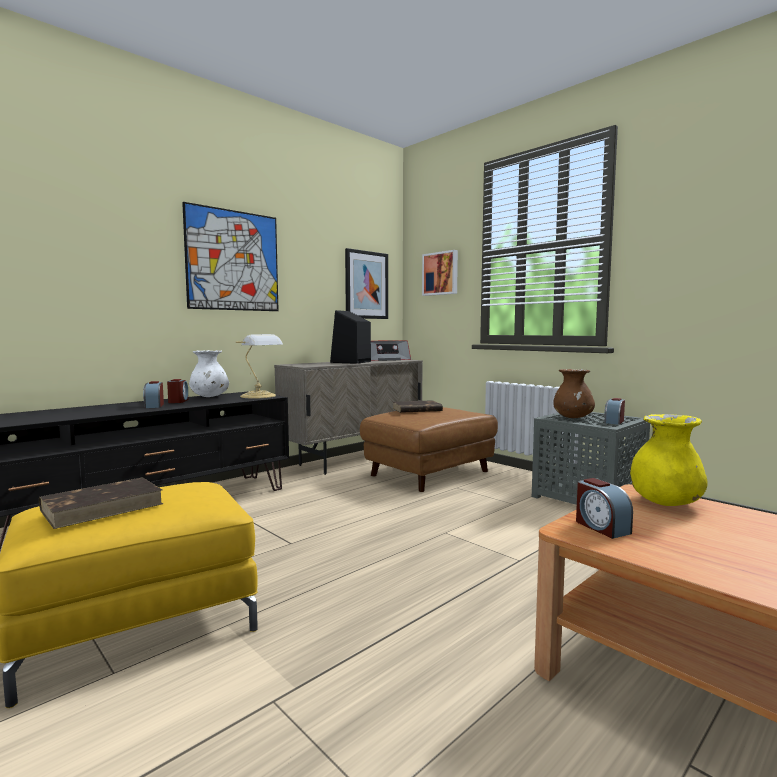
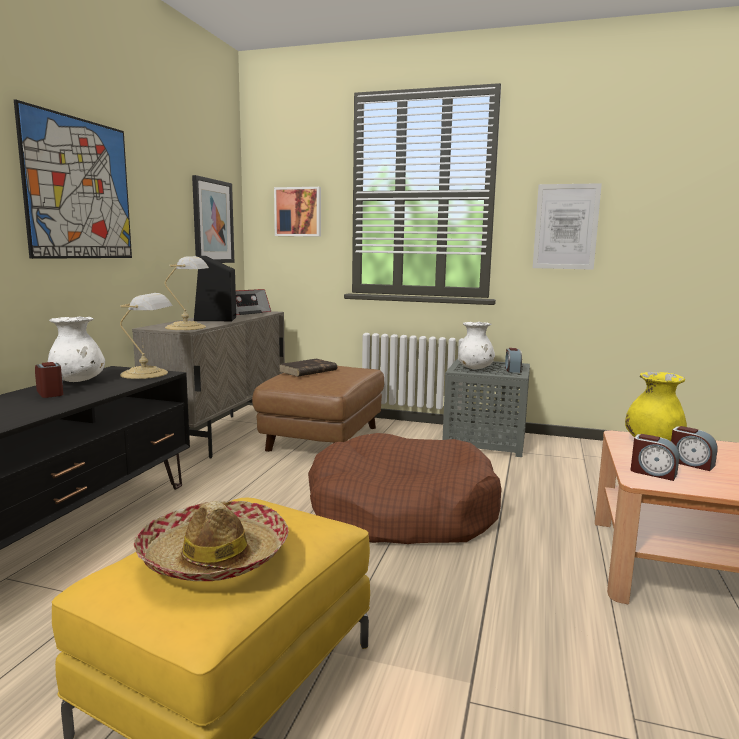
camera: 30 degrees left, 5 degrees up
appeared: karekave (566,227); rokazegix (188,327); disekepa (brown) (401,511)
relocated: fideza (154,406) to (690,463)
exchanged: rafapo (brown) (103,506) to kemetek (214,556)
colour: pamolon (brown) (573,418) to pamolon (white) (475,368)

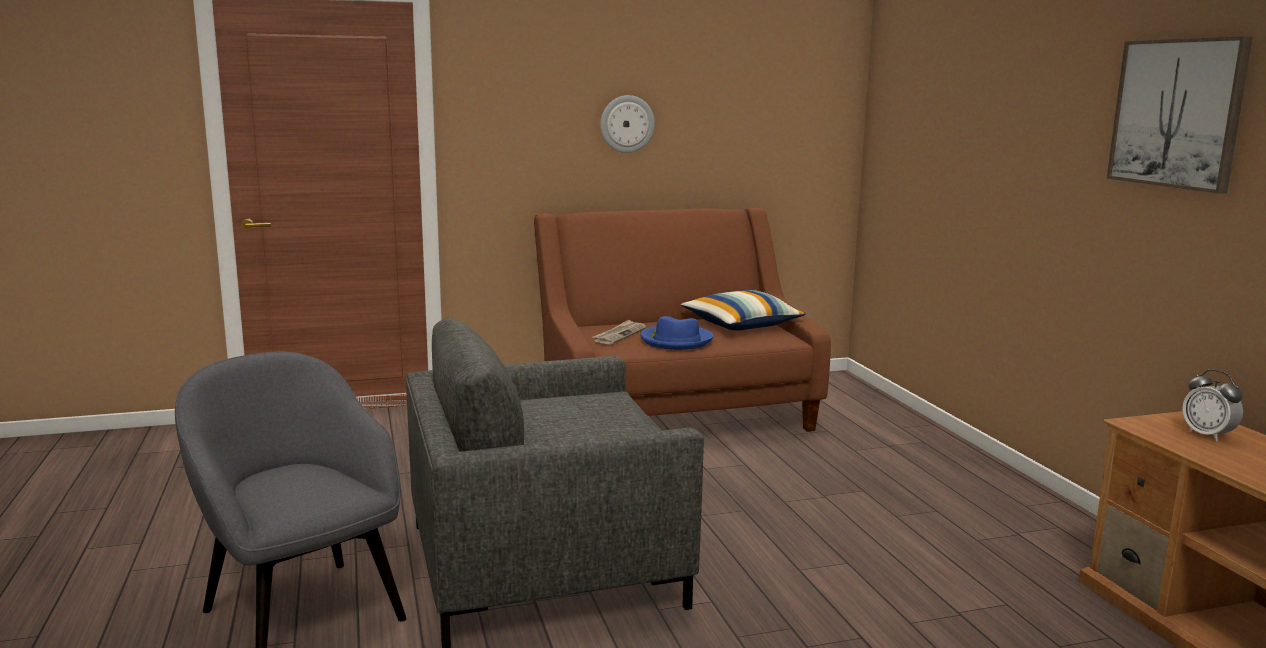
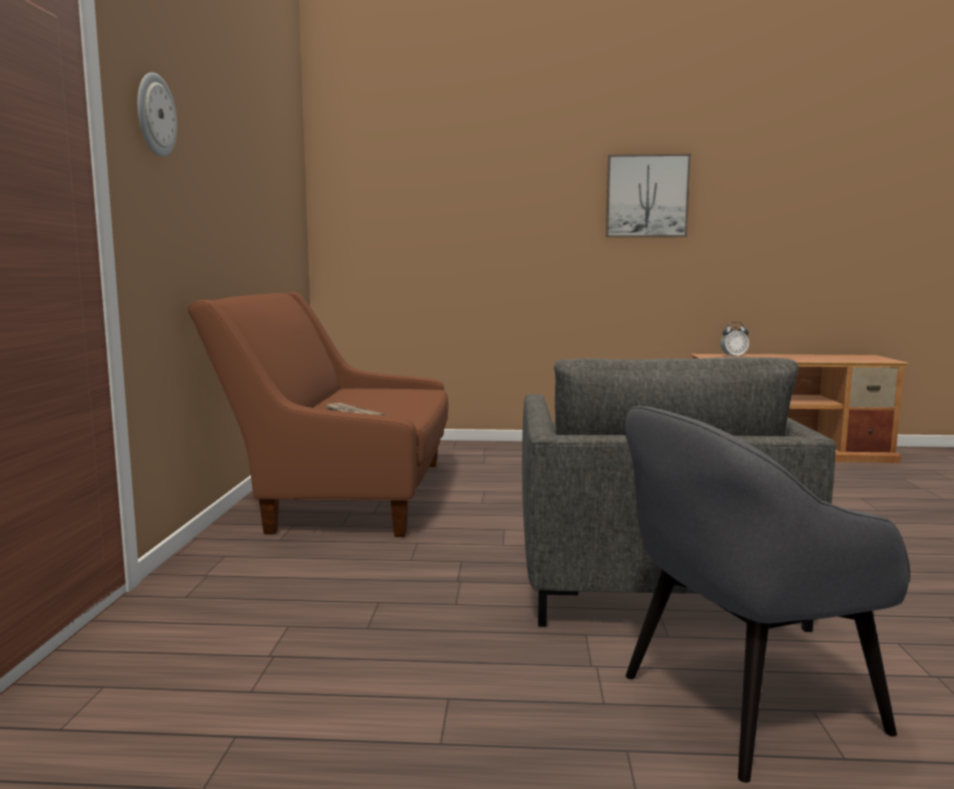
camera: 70 degrees left, 5 degrees down
missing: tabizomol (741,325); kemetek (blue) (676,340)
relocated: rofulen (627,124) to (155,115)

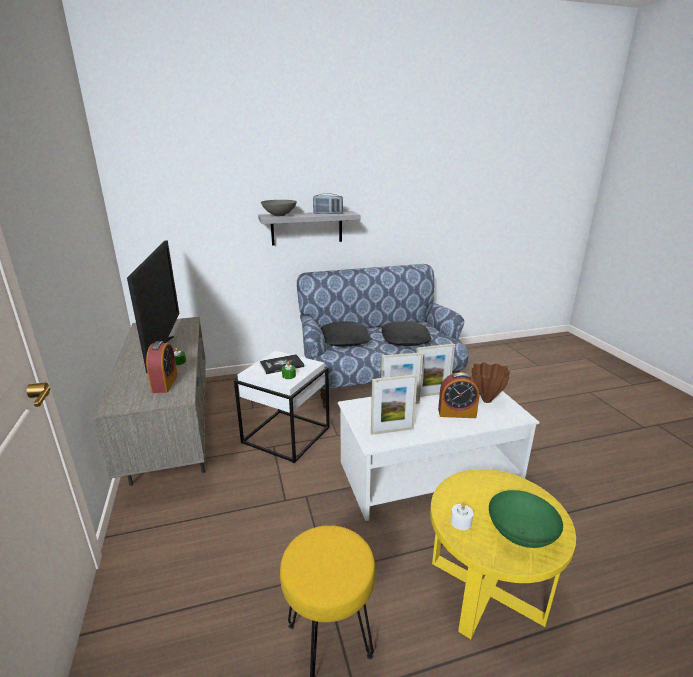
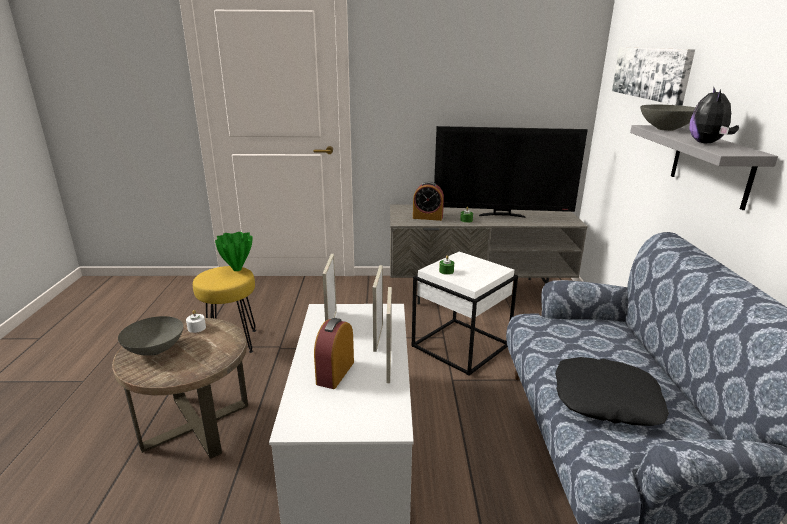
camera: 105 degrees right, 0 degrees up
missing: tabizomol (black) (345,339); rafapo (281,365); pamolon (brown) (486,401)
appeared: karekave (650,73); pamolon (green) (238,269)
exchanged: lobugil (328,213) to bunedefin (707,143)
colour: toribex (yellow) (486,588) to toribex (brown) (196,425); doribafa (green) (519,534) to doribafa (grey) (156,350)

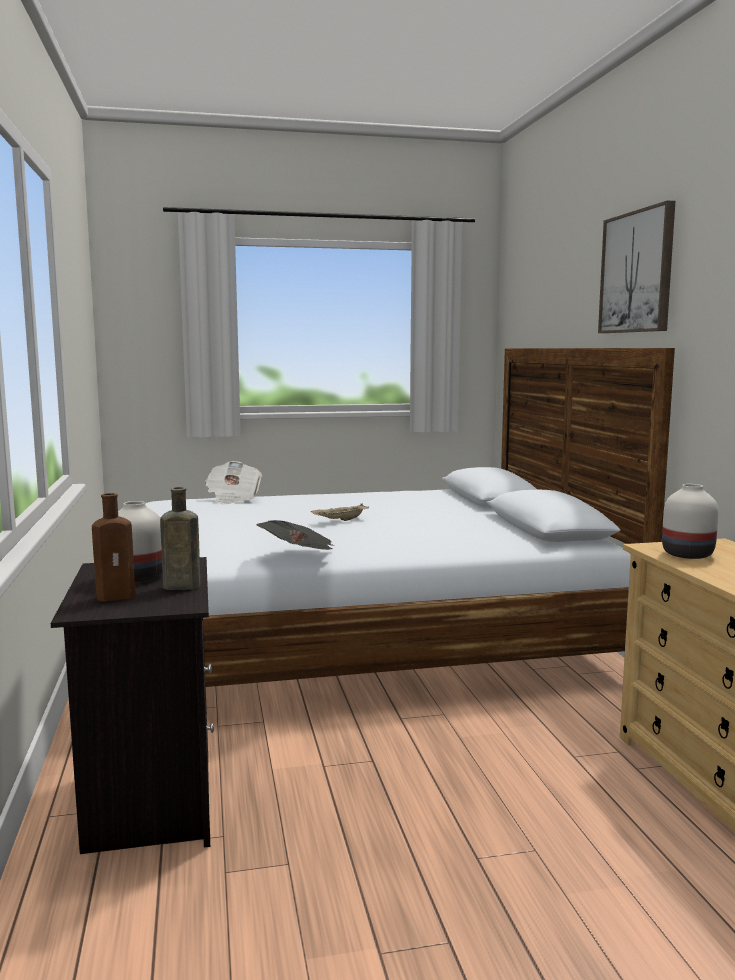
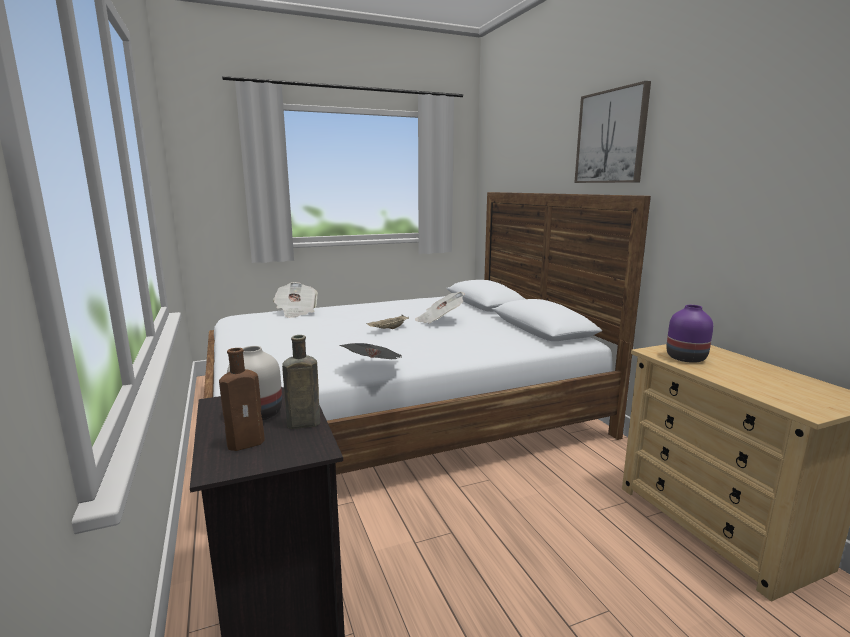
camera: 10 degrees left, 5 degrees up
appeared: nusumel (439,320)
colour: pamolon (white) (686,554) to pamolon (purple) (685,358)

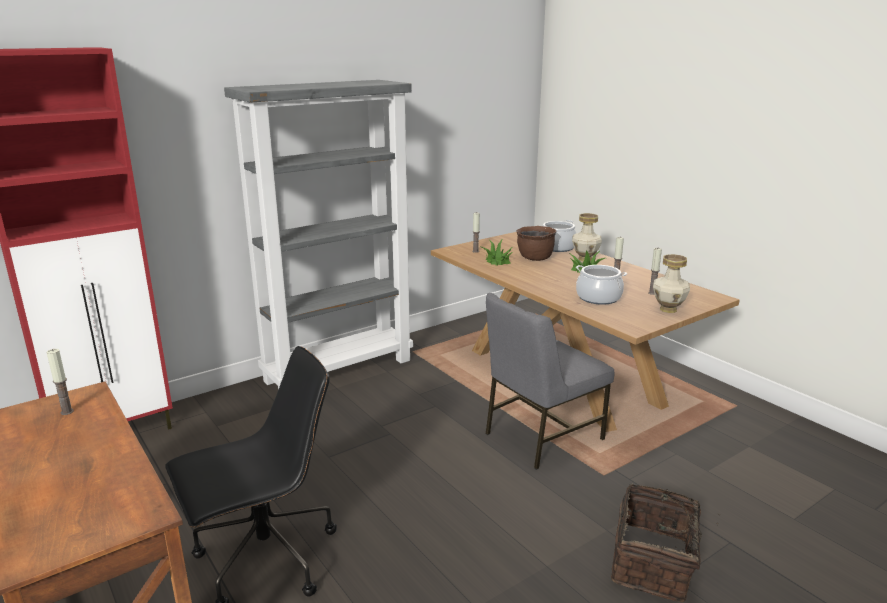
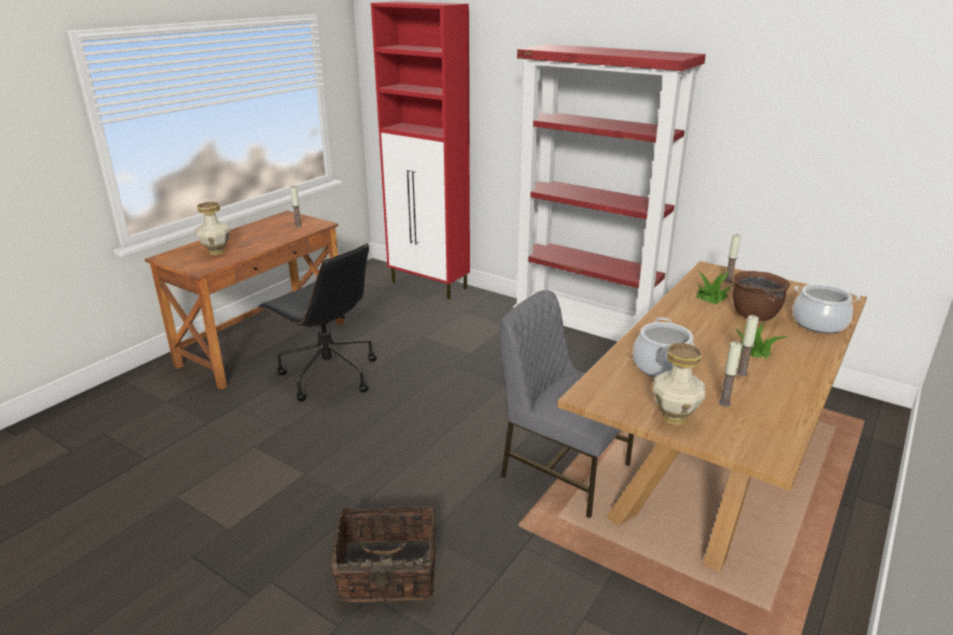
camera: 70 degrees right, 5 degrees up
relocated: pamolon (584,259) to (216,252)
colour: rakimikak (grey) (339,369) to rakimikak (red) (587,334)

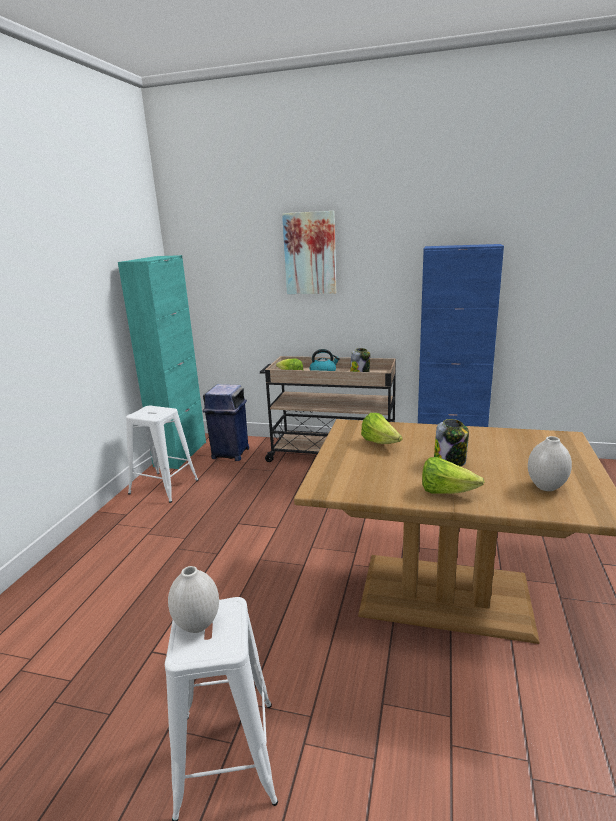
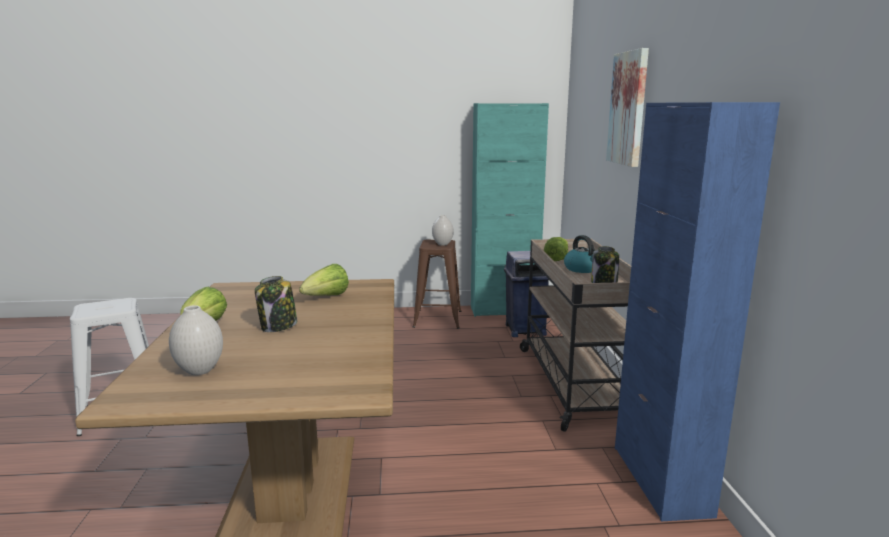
camera: 70 degrees right, 5 degrees down
relocated: pamolon (white) (198,624) to (443,244)
colour: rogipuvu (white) (164,487) to rogipuvu (brown) (437,319)

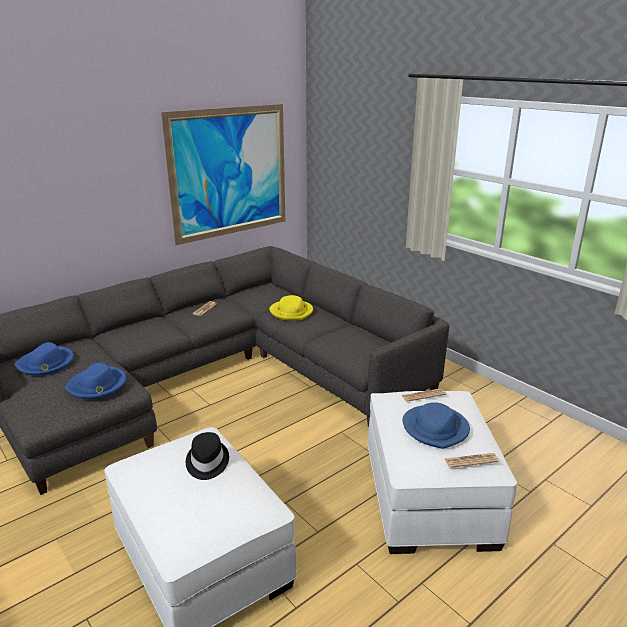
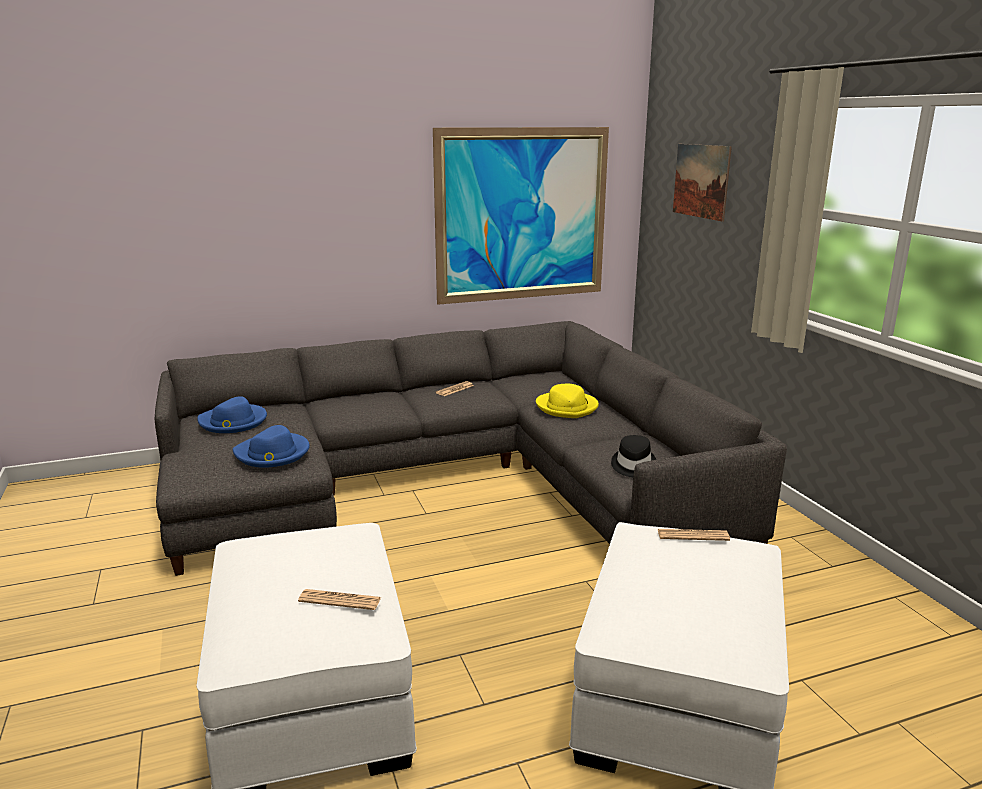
camera: 20 degrees right, 5 degrees down
missing: kemetek (blue) (436,428)
appeared: karekave (701,181)
relocated: kemetek (black) (206,462) to (633,465); nusumel (471,460) to (340,600)

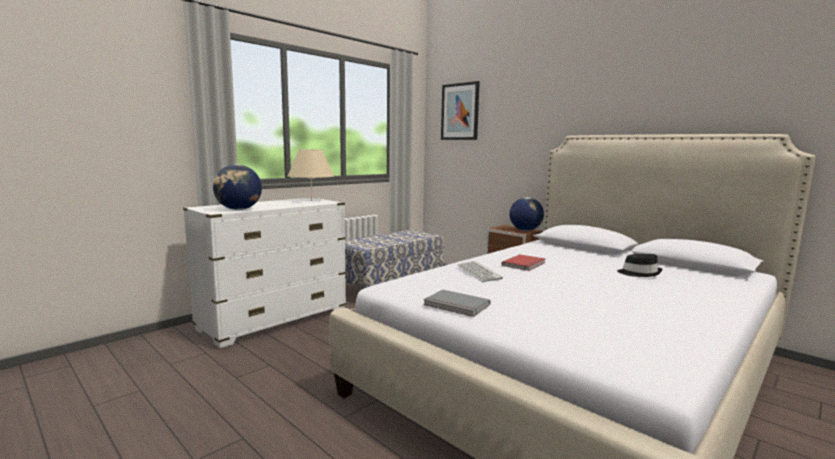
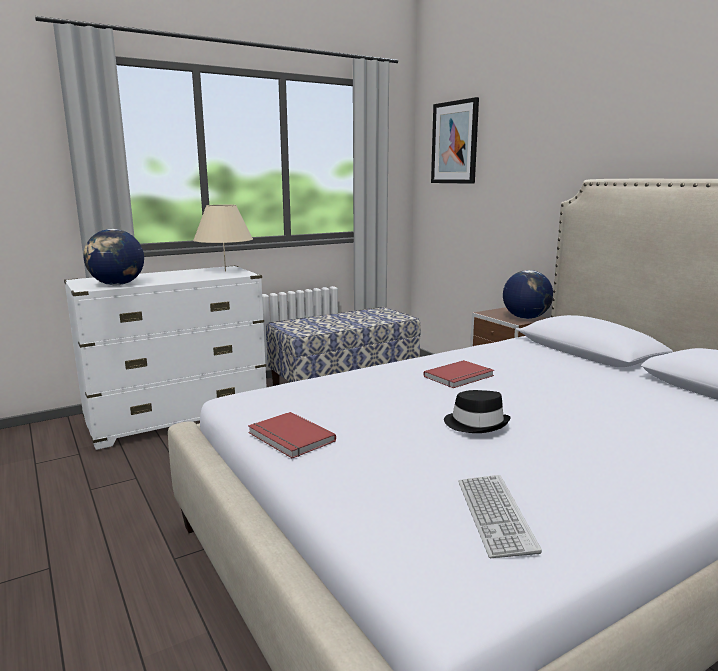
camera: 15 degrees right, 5 degrees up
relocated: kemetek (black) (639,273) to (476,424); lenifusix (478,272) to (495,515)
colour: rafapo (grey) (456,305) to rafapo (red) (289,438)

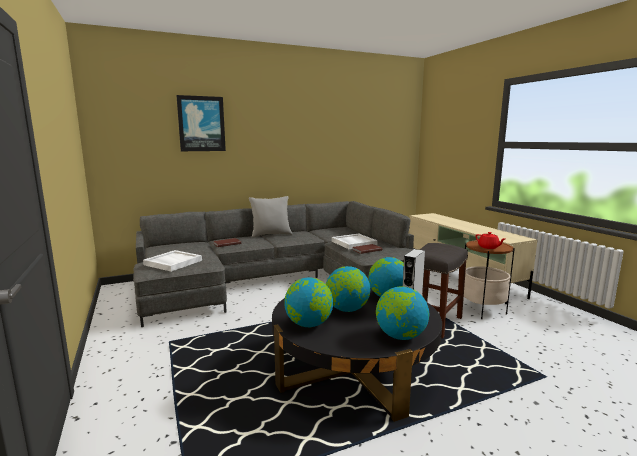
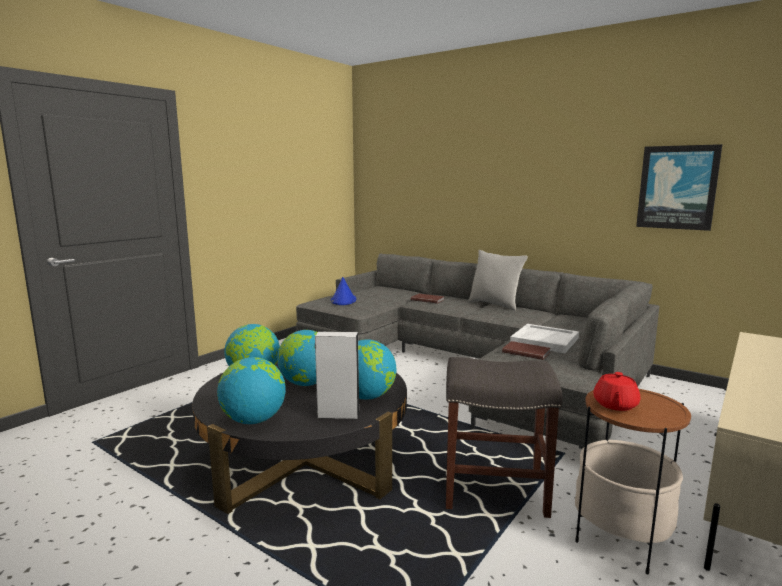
camera: 60 degrees right, 0 degrees up
relocated: karekave (201,124) to (677,187)
exchanged: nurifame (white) (172,262) to kemetek (blue) (343,300)

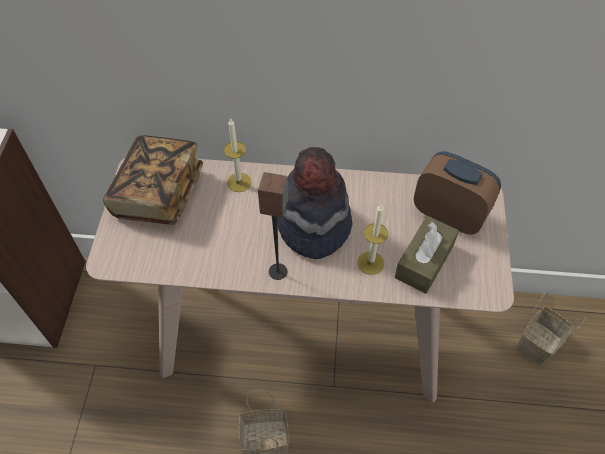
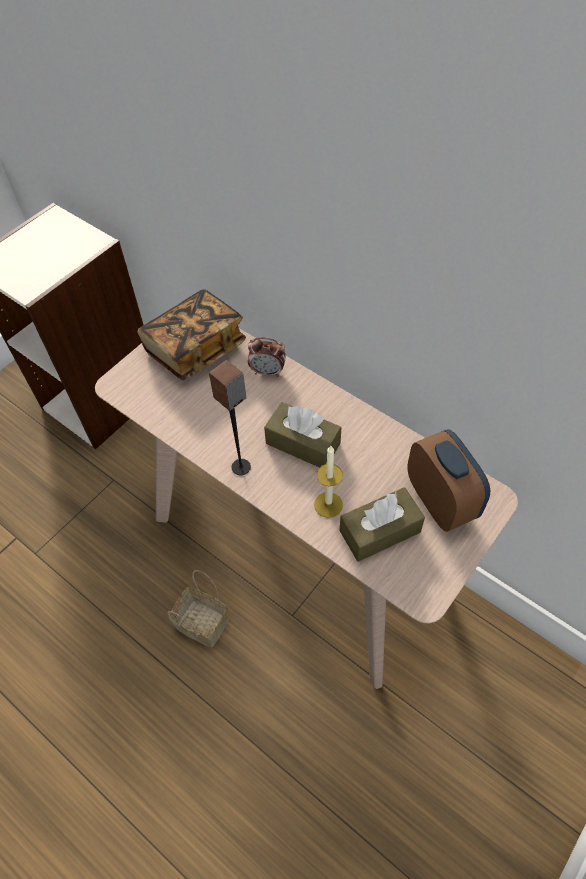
camera: 35 degrees right, 0 degrees up
missing: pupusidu (538,341)
exchanged: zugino (239,182) to fideza (268,371); kemetek (313,225) to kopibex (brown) (303,443)

